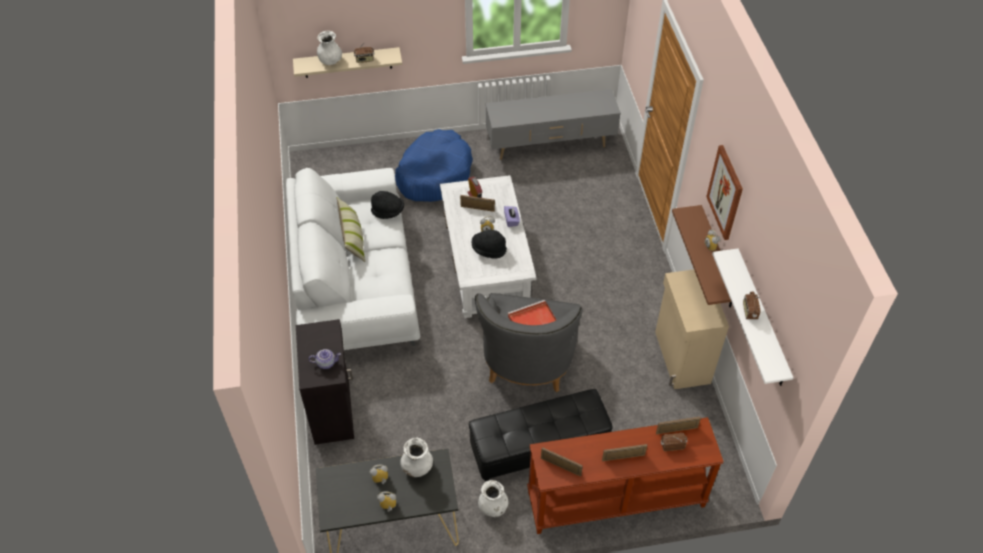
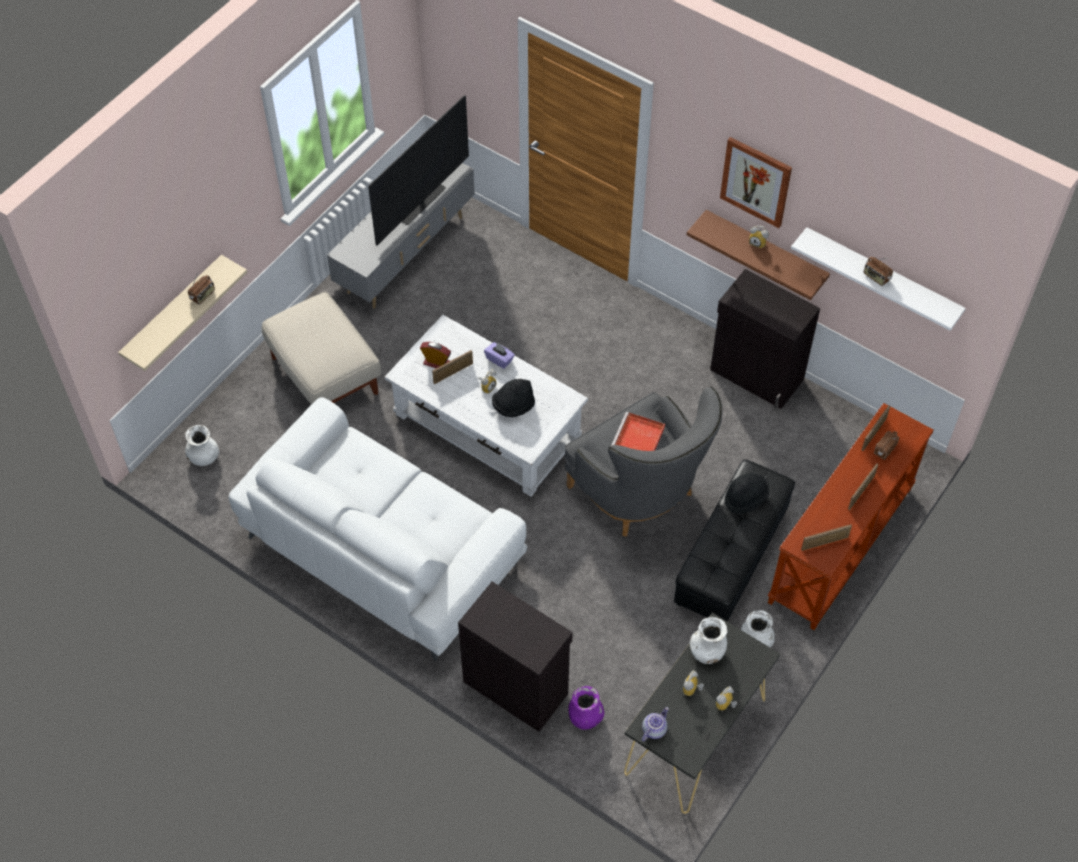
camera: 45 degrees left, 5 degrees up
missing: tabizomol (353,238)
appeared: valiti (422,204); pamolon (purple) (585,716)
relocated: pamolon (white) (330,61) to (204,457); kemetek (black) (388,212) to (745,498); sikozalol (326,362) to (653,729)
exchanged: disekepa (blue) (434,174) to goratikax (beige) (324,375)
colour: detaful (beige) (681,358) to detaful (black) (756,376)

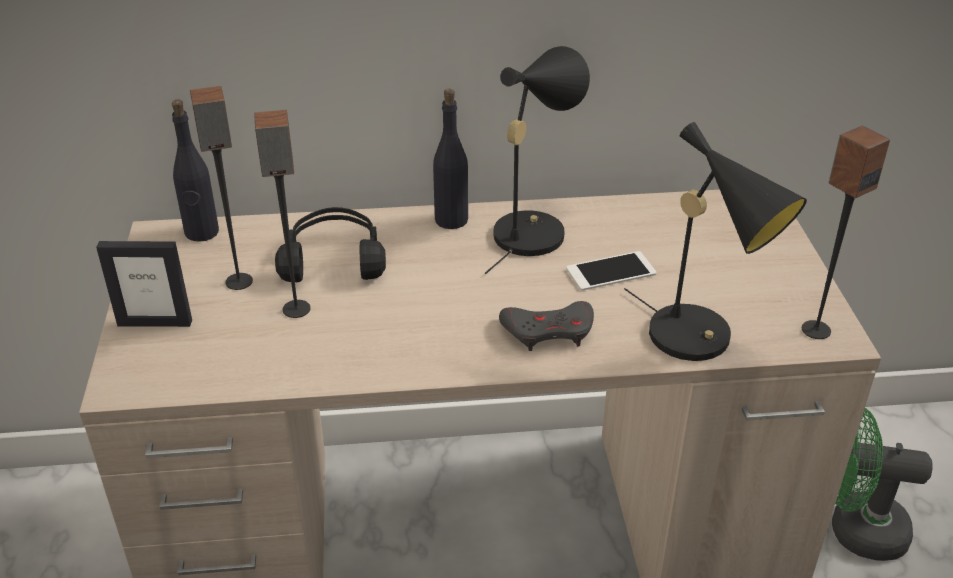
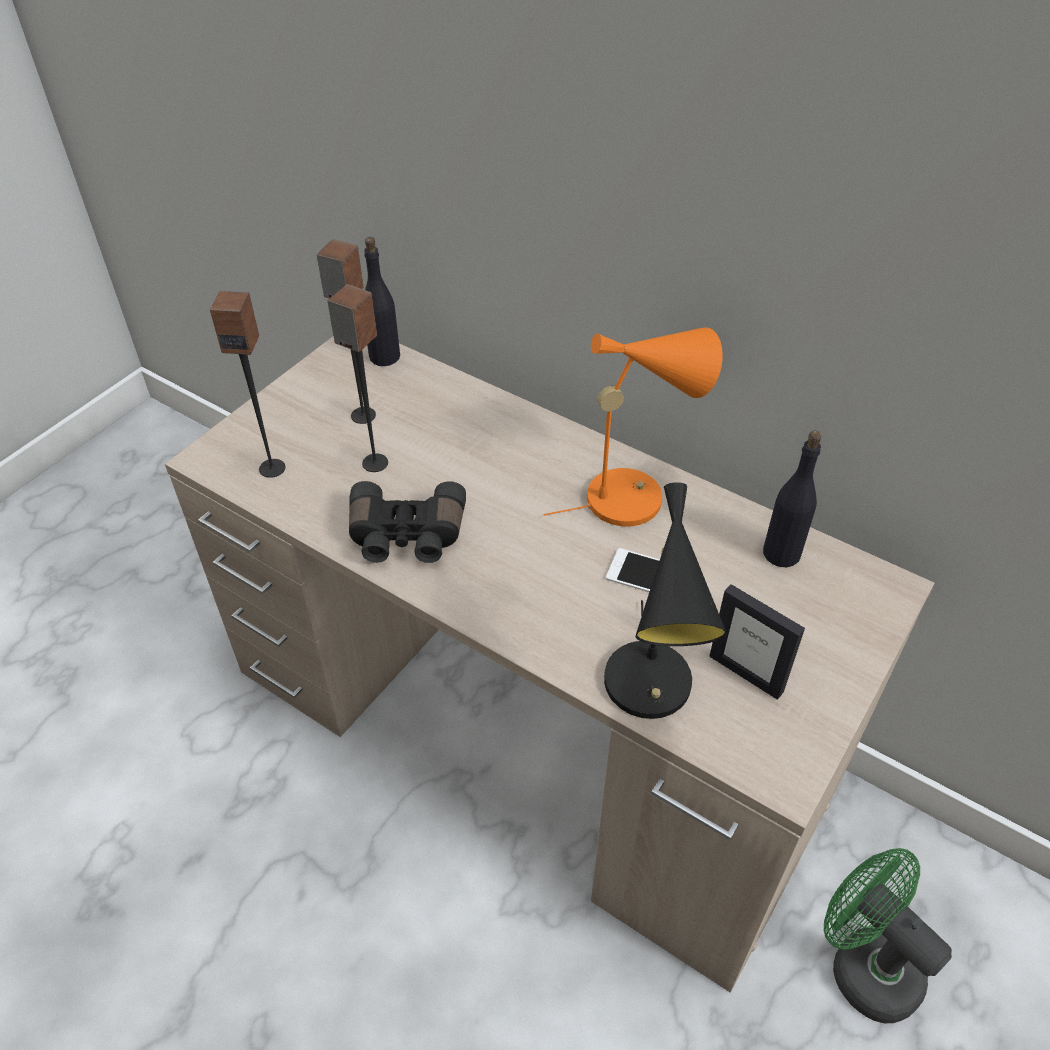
camera: 40 degrees right, 10 degrees up
missing: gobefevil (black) (334,258); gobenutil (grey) (549,331)
appeared: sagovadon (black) (406,537)
relocated: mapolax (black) (451,220) to (781,553); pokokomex (815,329) to (272,468); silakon (155,322) to (746,673)
colour: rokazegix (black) (532,229) to rokazegix (orange) (634,494)

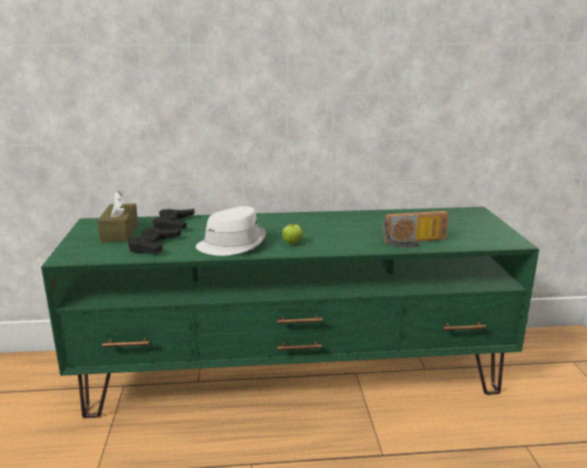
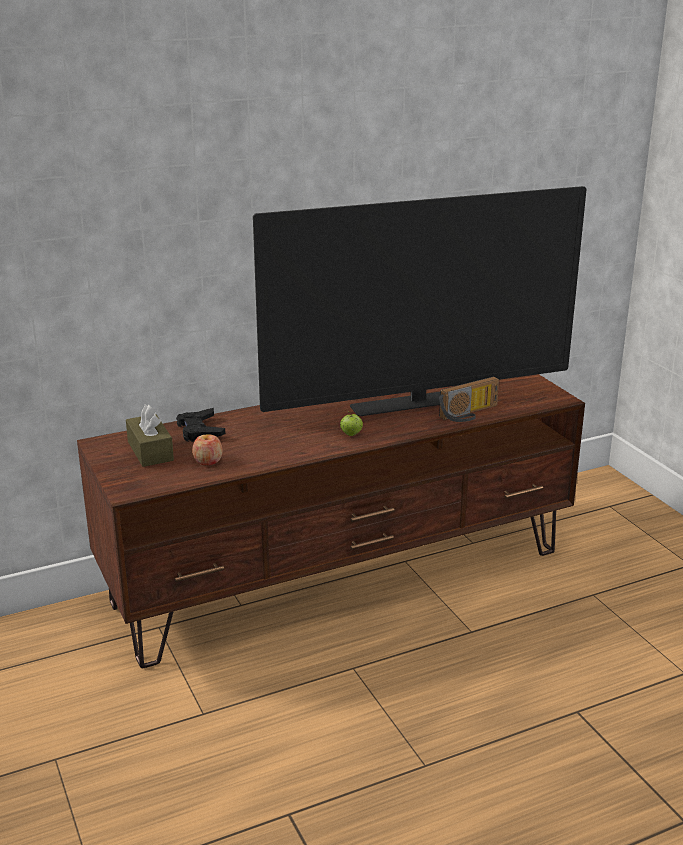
camera: 20 degrees left, 5 degrees up
missing: kemetek (white) (232,244)
appeared: valiti (418,403)
exchanged: gobenutil (black) (154,245) to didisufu (208,461)
colour: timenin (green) (294,374) to timenin (brown) (342,575)

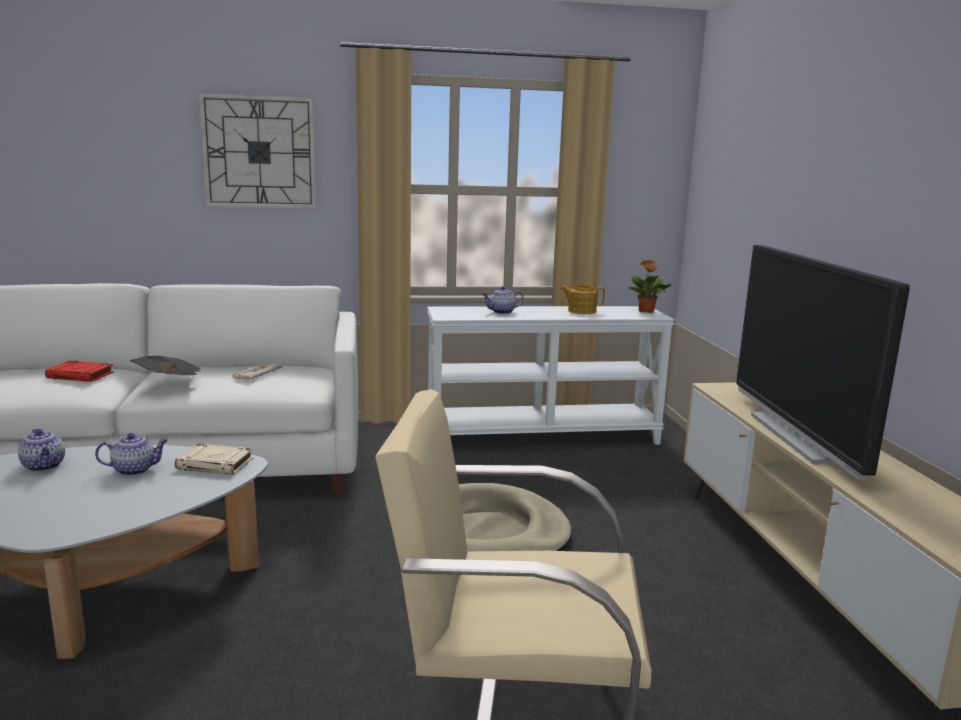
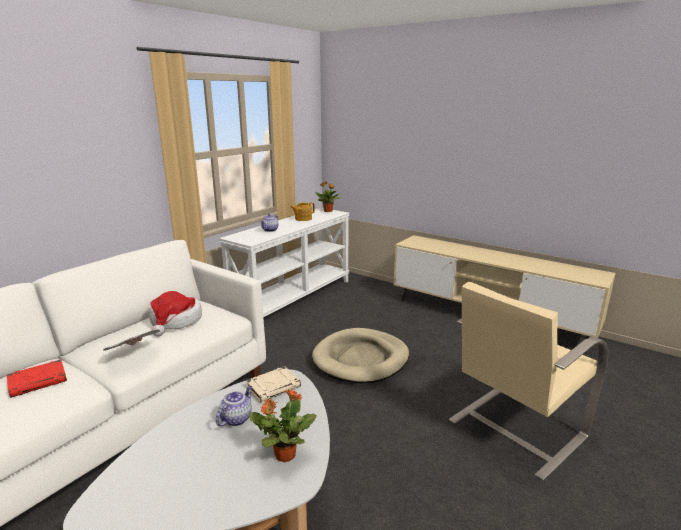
camera: 45 degrees left, 5 degrees up
missing: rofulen (259,152); valiti (799,437); sikozalol (44,466)
appeared: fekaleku (284,455)
exchanged: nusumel (256,374) to kemetek (176,321)

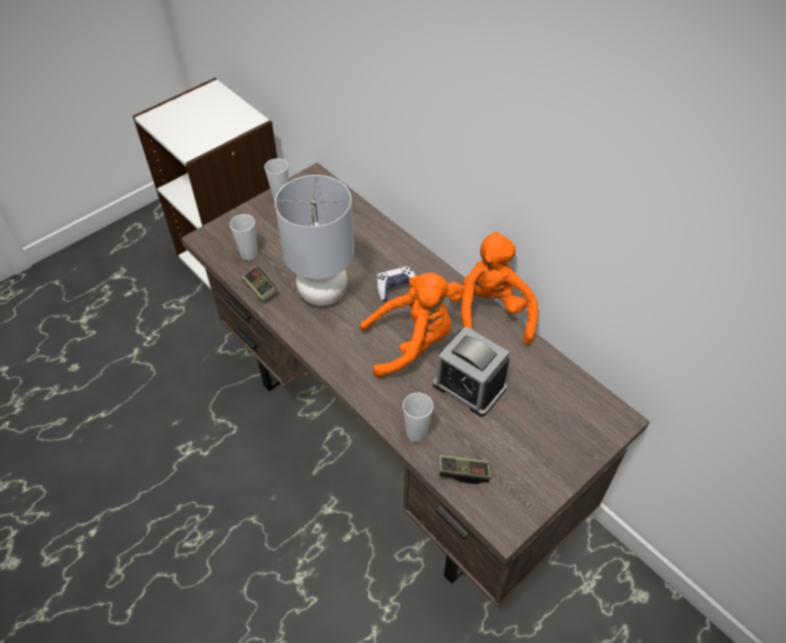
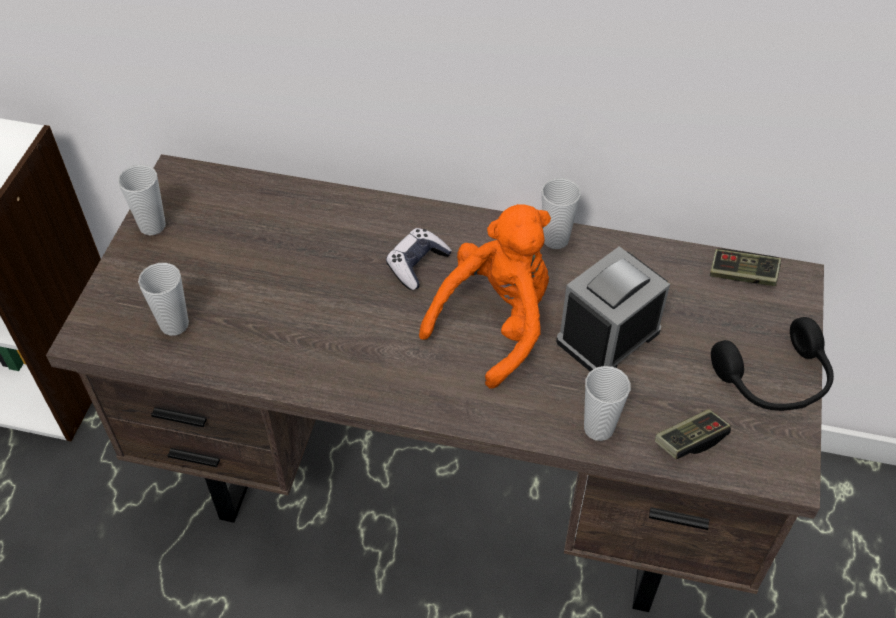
camera: 35 degrees left, 0 degrees up
missing: rokazegix (grey) (323,293)
appeared: gobefevil (black) (775,380)
relocated: gobenutil (260,289) to (742,275)
exchanged: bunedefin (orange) (488,315) to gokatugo (555,239)
spun: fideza (469,386) = (608,336) 135 degrees clockwise

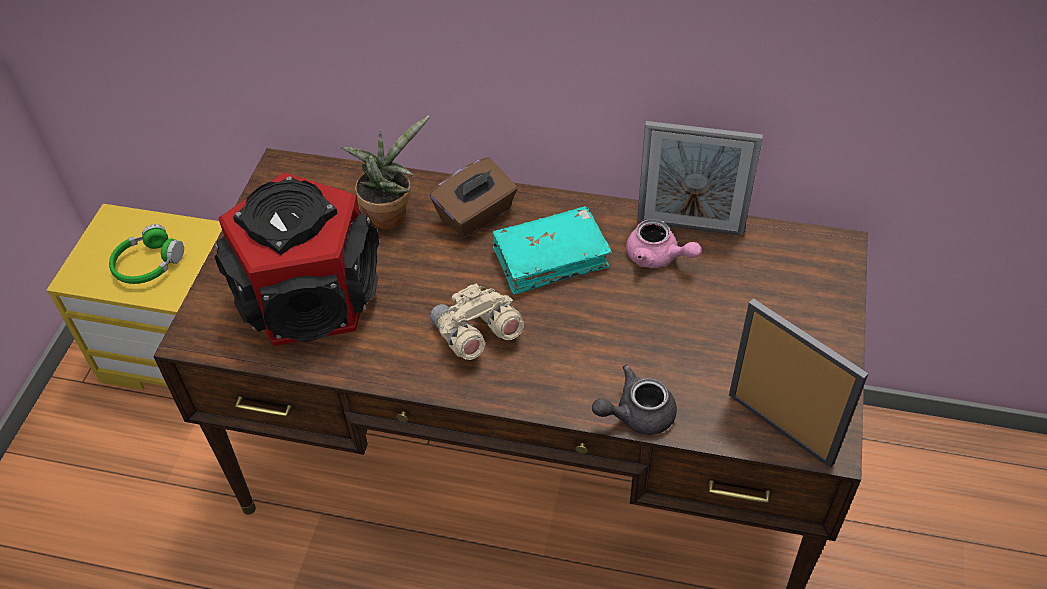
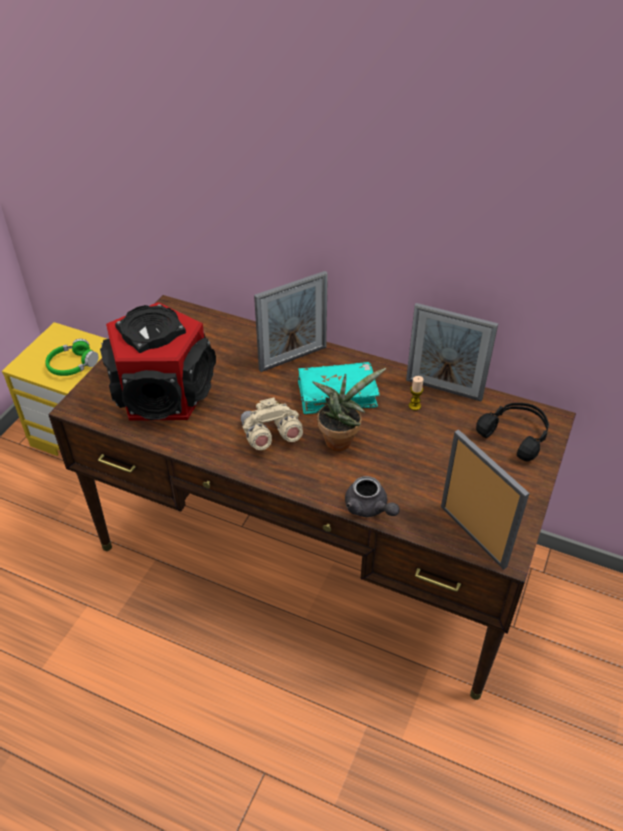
camera: 10 degrees right, 5 degrees down
appeared: gobefevil (black) (516,435)
relocated: fekaleku (390,213) to (340,439)
exchanged: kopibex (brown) (476,215) to silakon (293,358); sikozalol (pink) (657,257) to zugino (414,406)
spun: sikozalol (grey) (636,415) = (369,508) 120 degrees counterclockwise

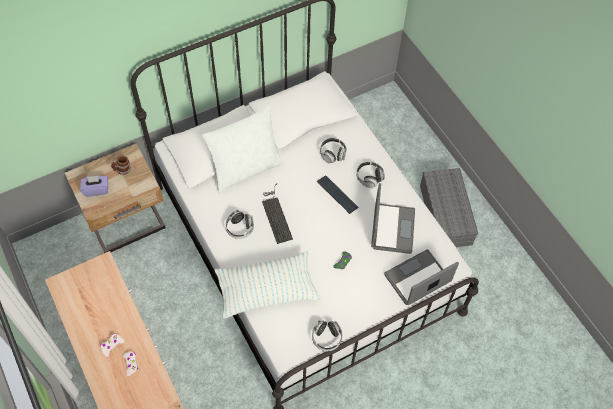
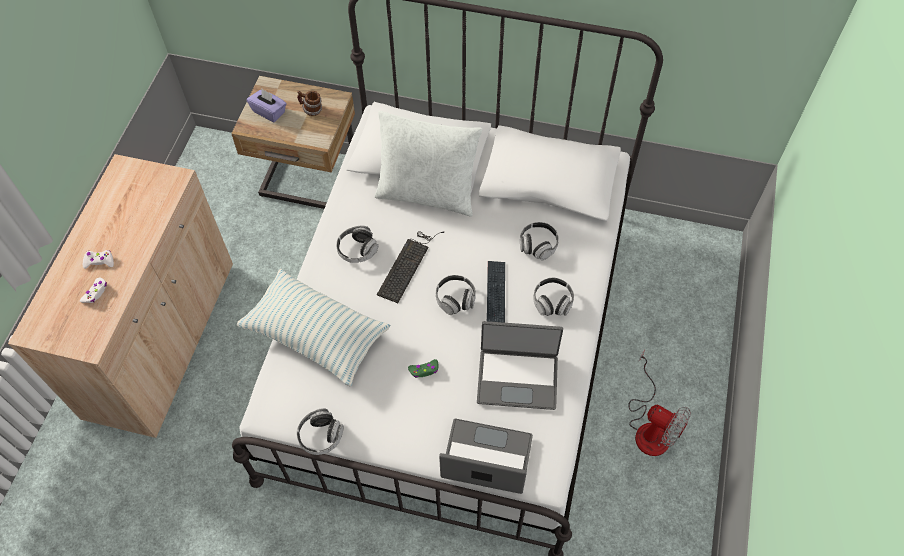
camera: 45 degrees right, 0 degrees up
appeared: gobefevil (455,299)
exchanged: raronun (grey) (444,214) to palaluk (650,427)
spun: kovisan (391,228) = (517,378) 45 degrees clockwise

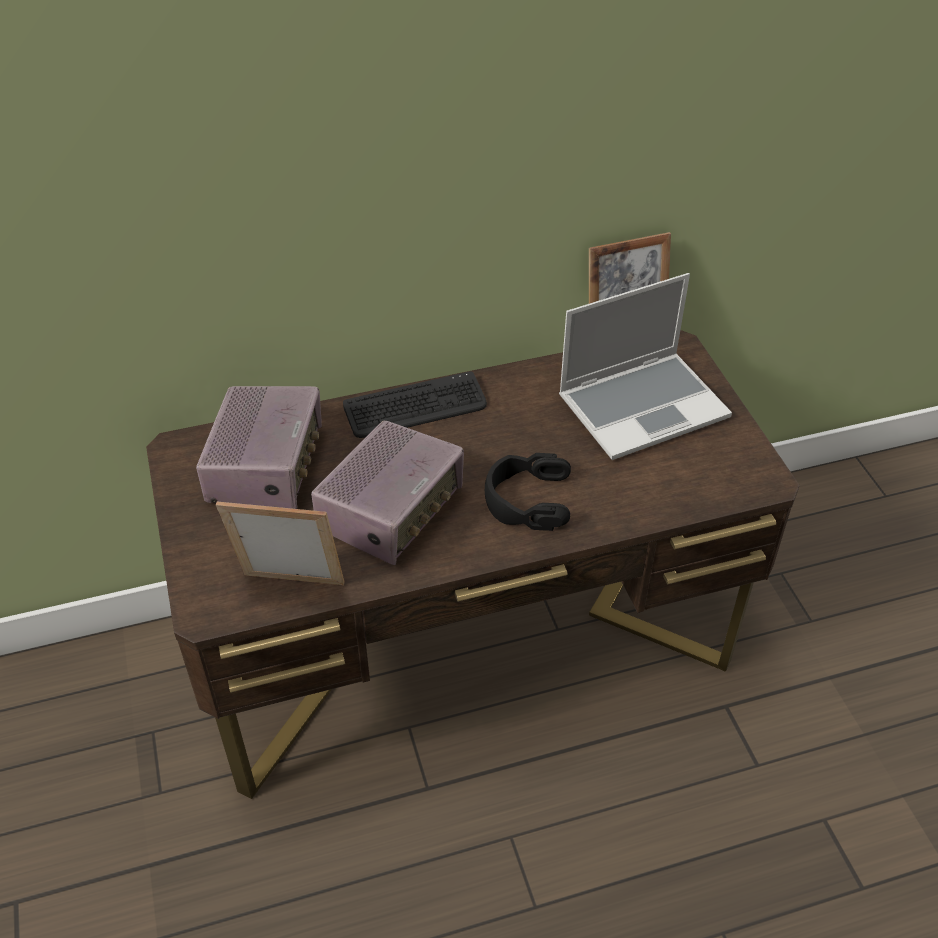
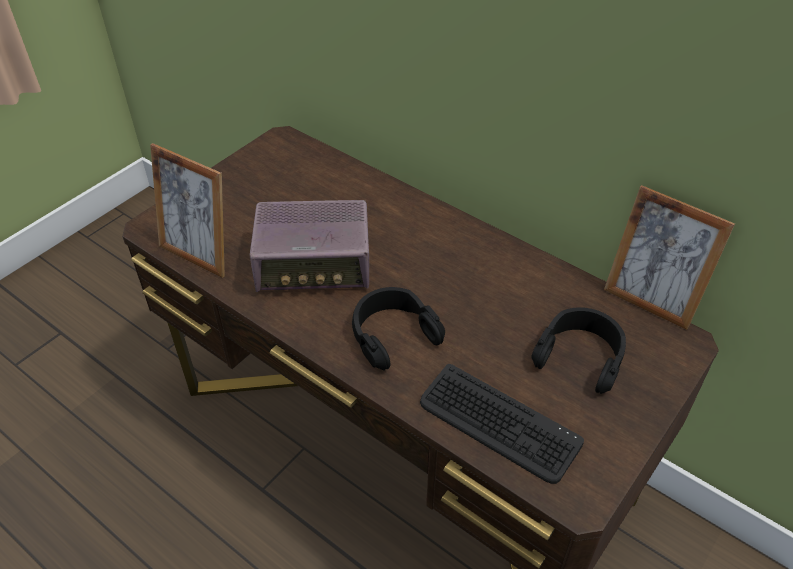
camera: 55 degrees right, 0 degrees up
missing: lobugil (267,465)
relocated: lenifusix (415,407) to (498,424)
exchanged: kovisan (643,406) to gobefevil (black) (580,356)
spun: silakon (291,589) = (199,254) 150 degrees clockwise

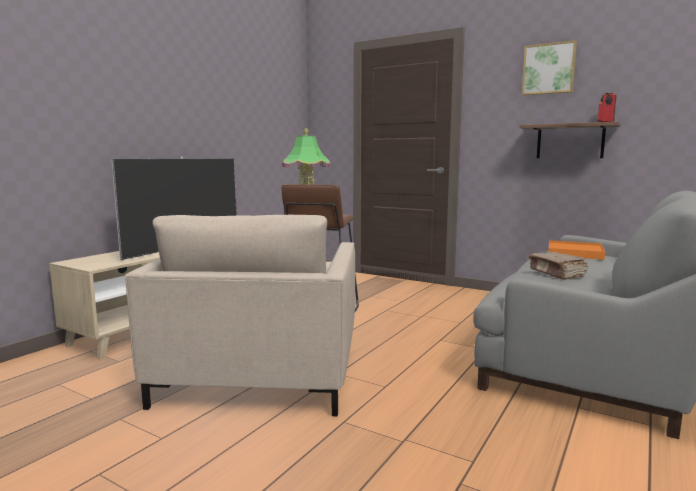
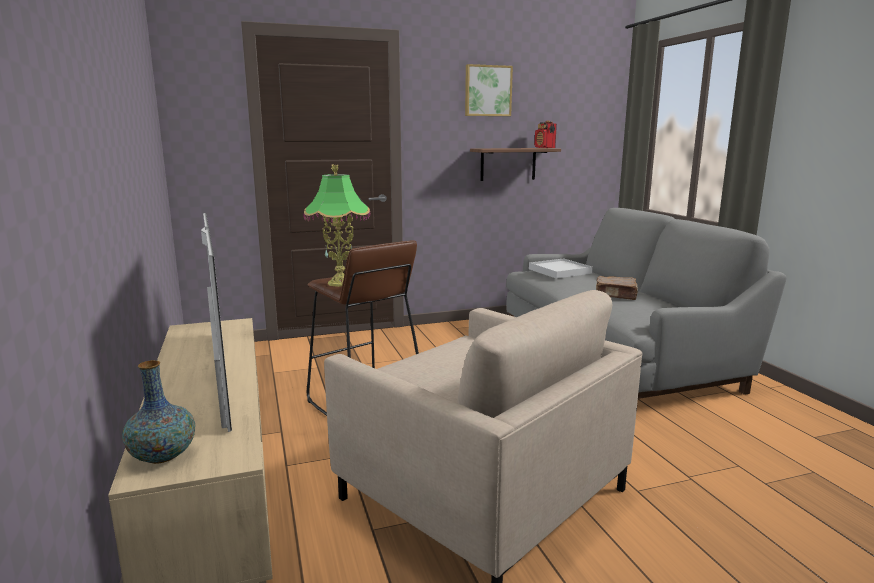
camera: 50 degrees left, 5 degrees up
appeared: pamolon (163,456)
colour: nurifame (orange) (574,253) to nurifame (white) (559,271)

